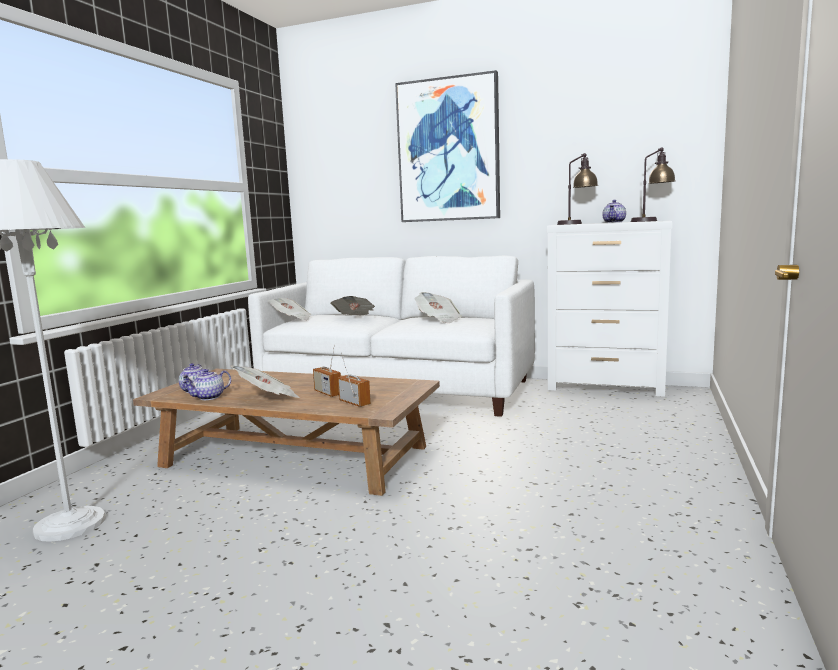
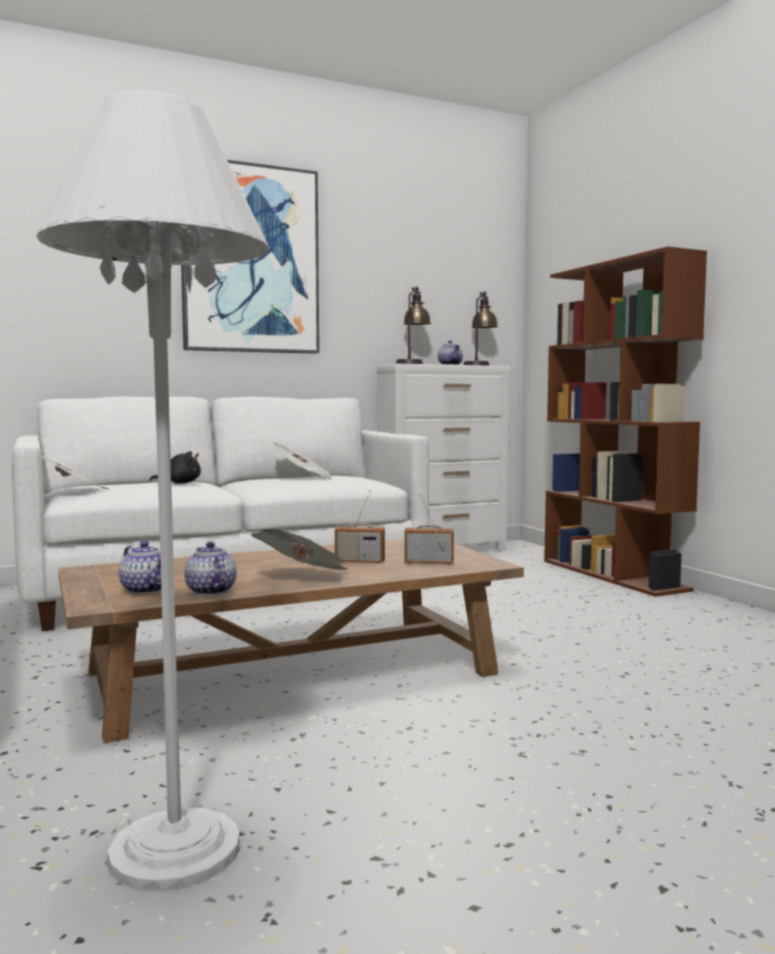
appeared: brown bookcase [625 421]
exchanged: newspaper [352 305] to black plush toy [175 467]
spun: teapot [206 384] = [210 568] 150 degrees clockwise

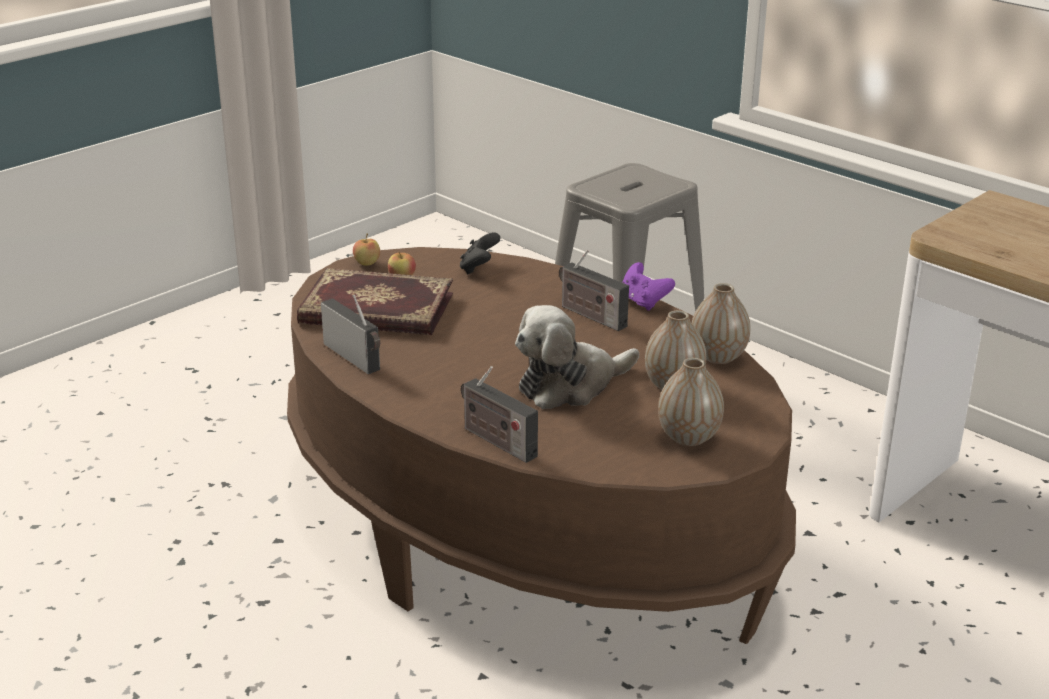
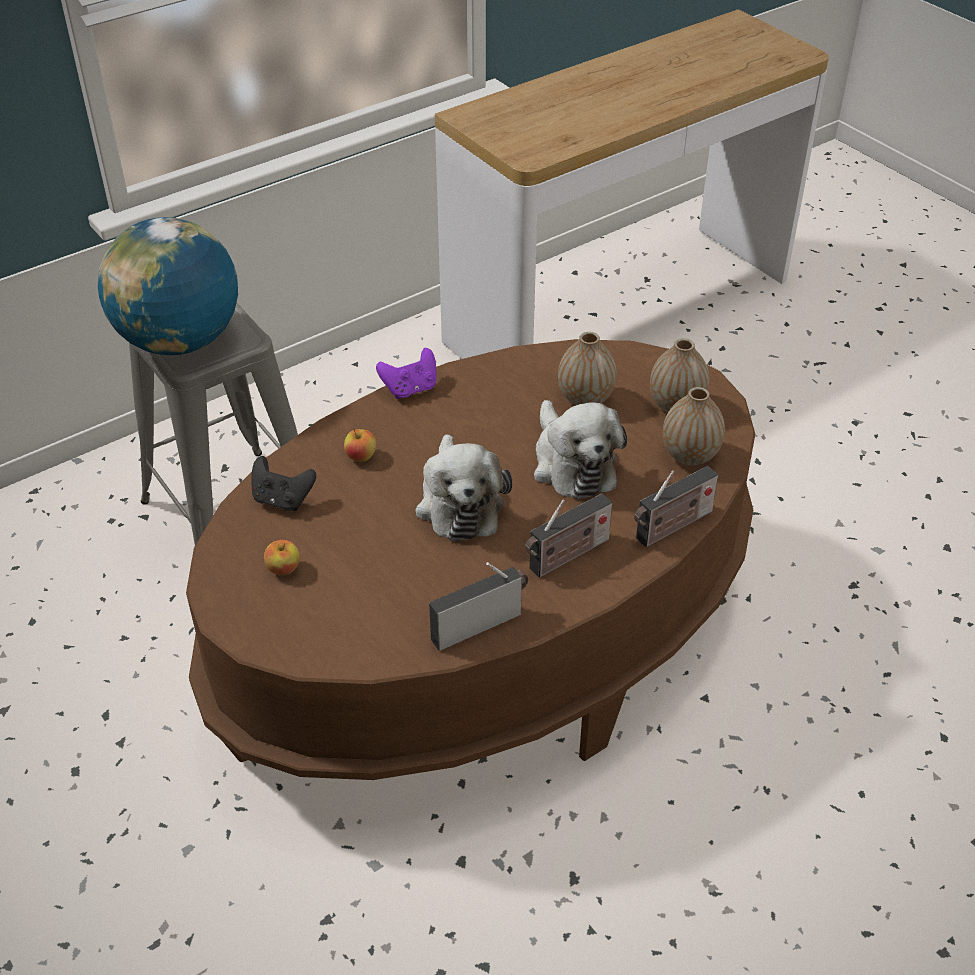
missing: book [375 301]
appeared: globe [168 286]; plush toy [463 487]
relocated: apple [366 250] to [360 445]; radio [594 290] to [568 535]; vase [721 323] to [694 426]

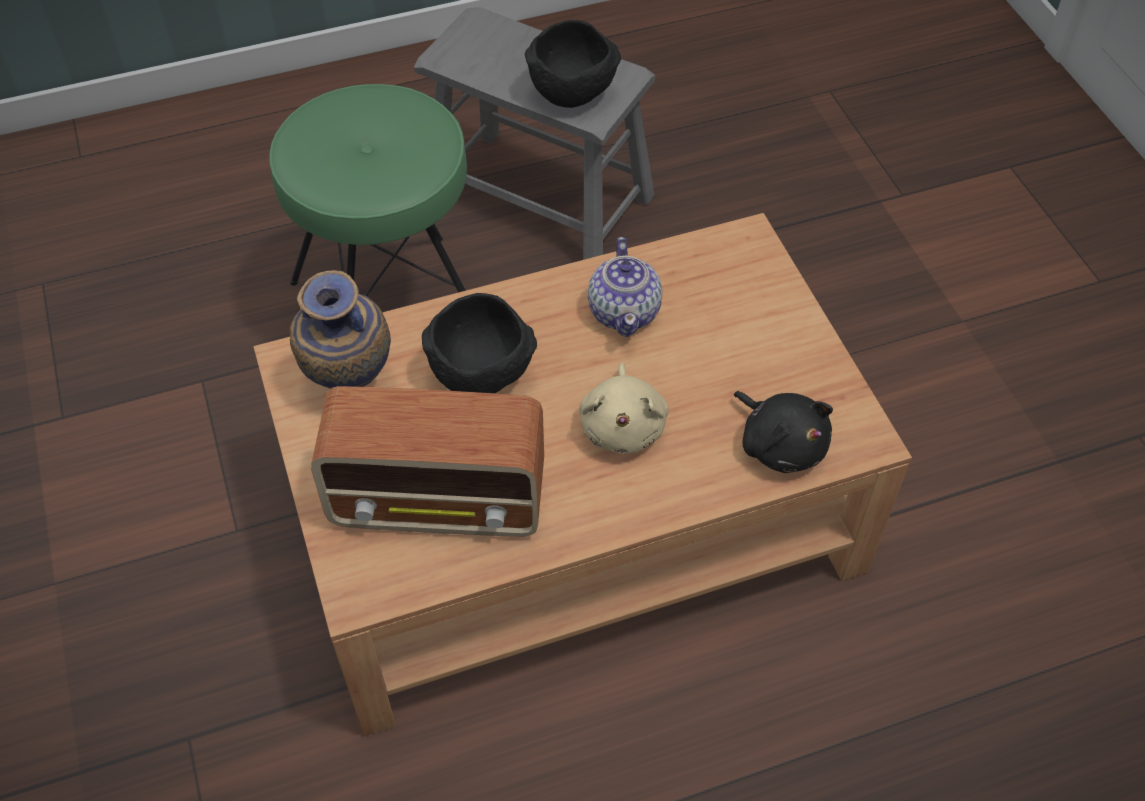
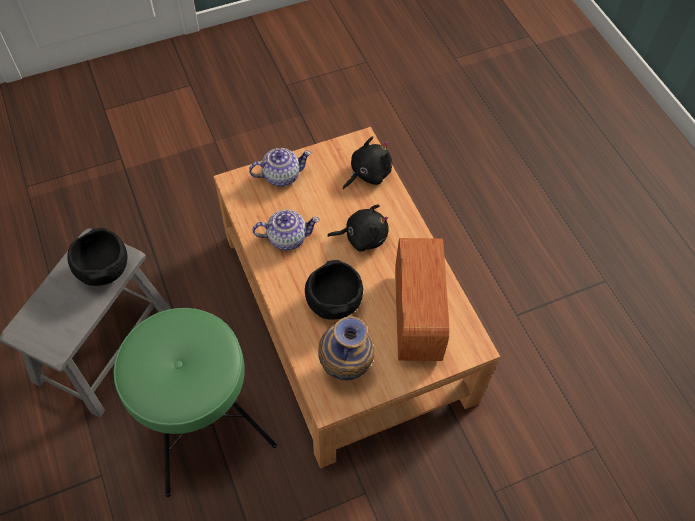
appeared: teapot [280 167]
colour: beige plush toy [624 408] to black plush toy [358 228]

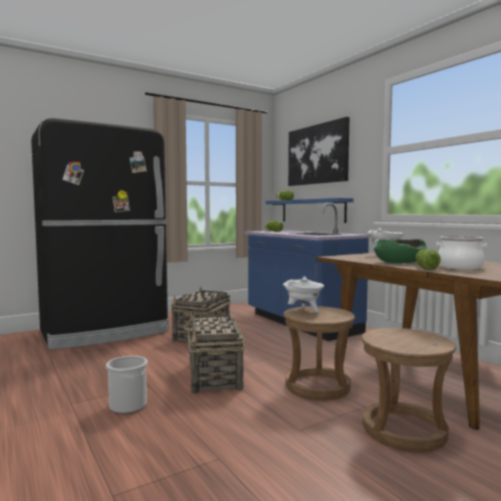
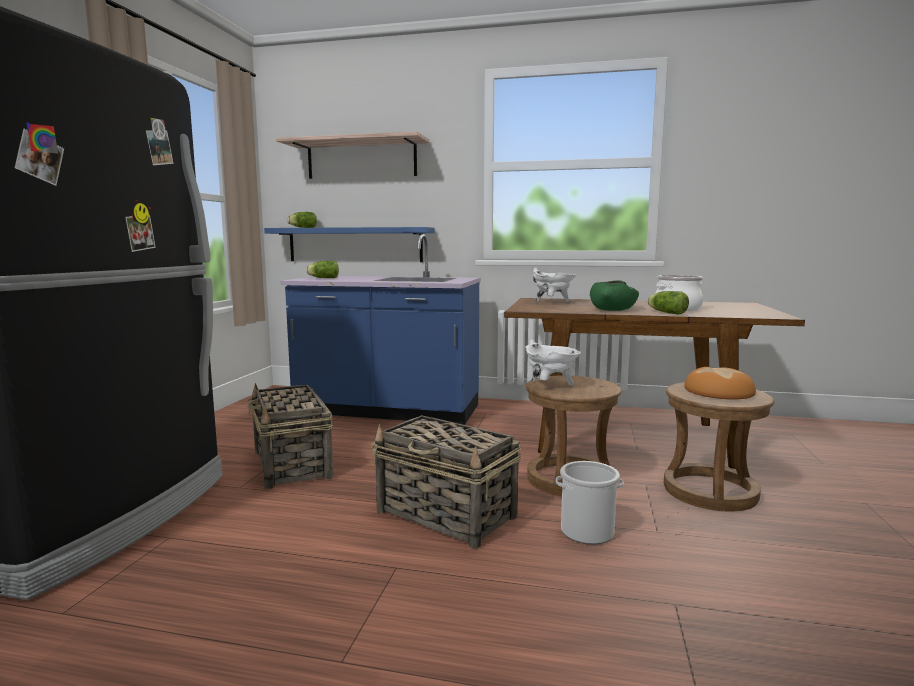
appeared: bread [720 383]
relocated: bucket [127 385] to [590 503]
exchanged: picture [318 151] to shelf [352 155]

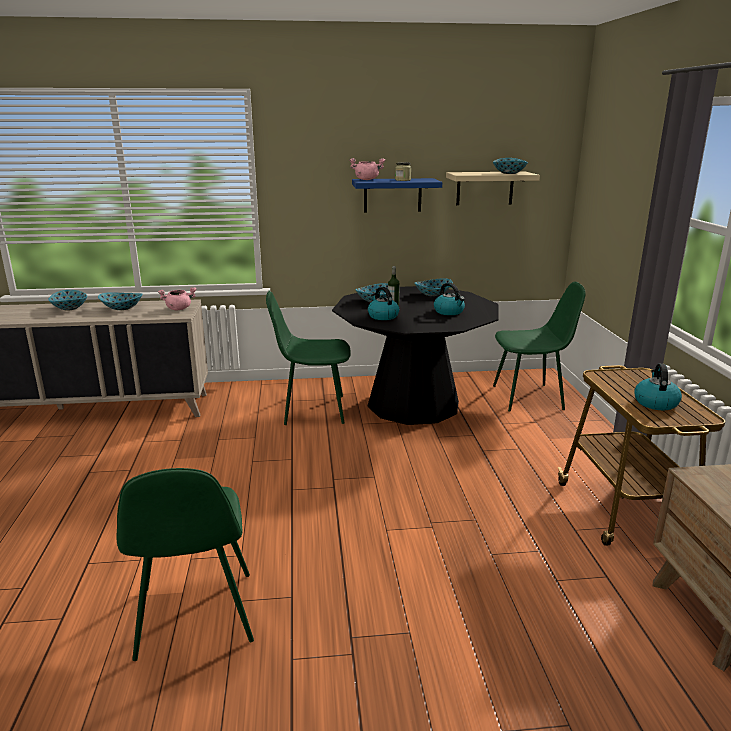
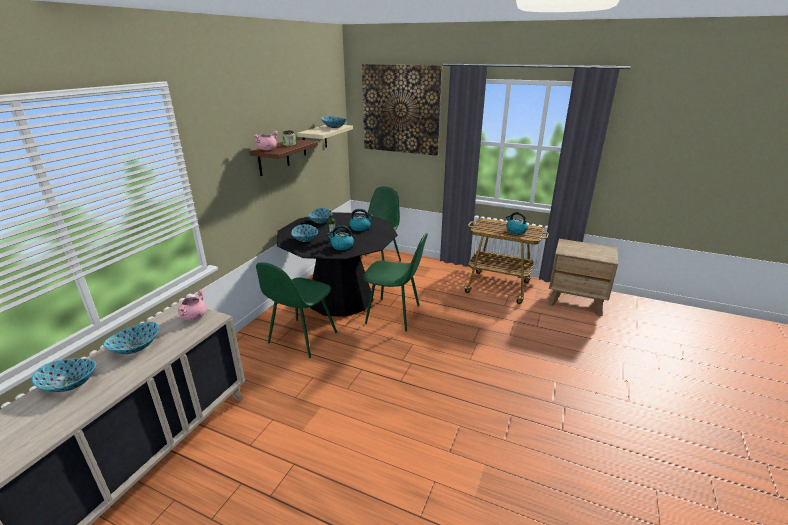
appeared: picture [402 110]
relocated: green chair [185 564] to [395 282]
colour: blue shelf [397 195] to brown shelf [284 157]

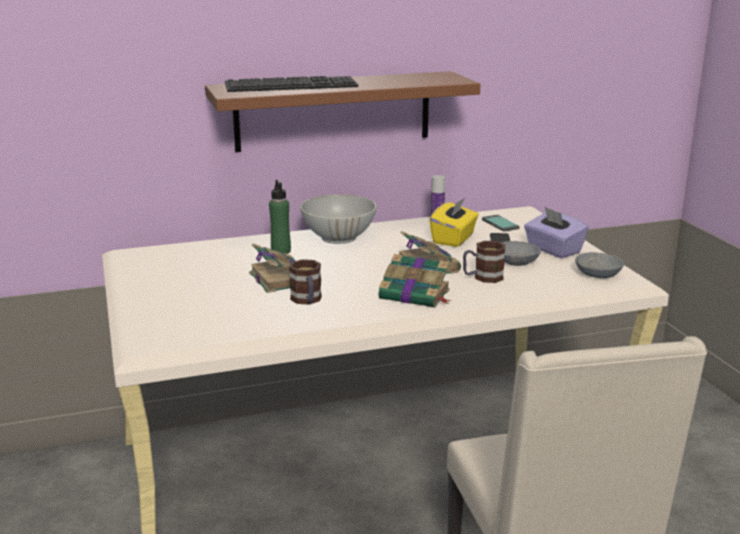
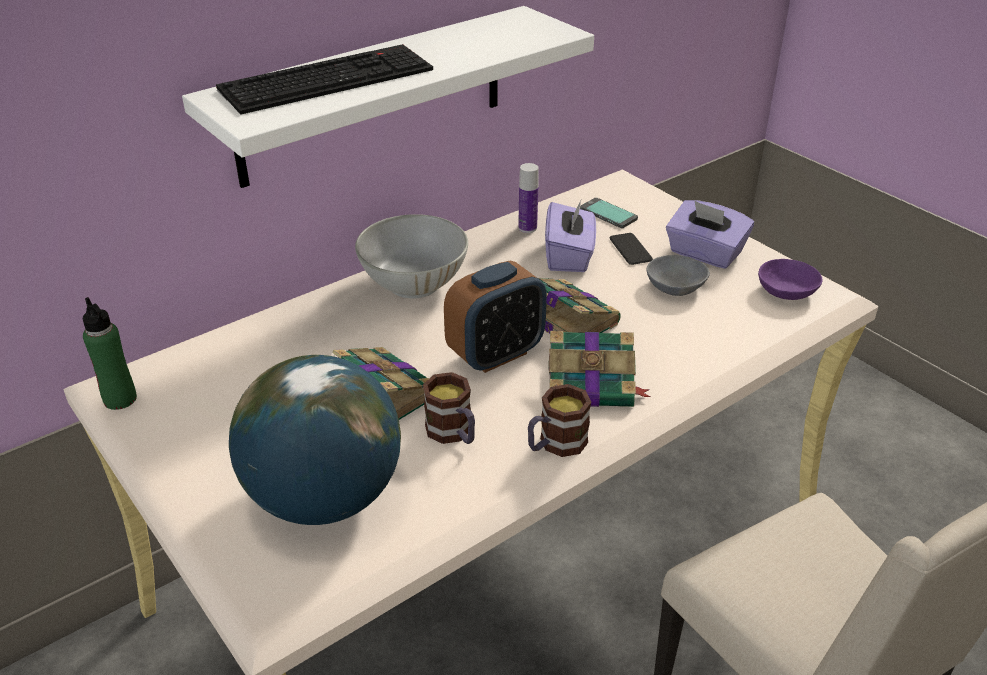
appeared: alarm clock [495 317]; globe [315 440]
relocated: green bottle [280 217] to [110 353]; mug [484 262] to [559 420]
colour: brown shelf [343 111] to white shelf [388 97]; yellow tissue box [454 222] to purple tissue box [570 236]; grey bowl [599 265] to purple bowl [790 279]

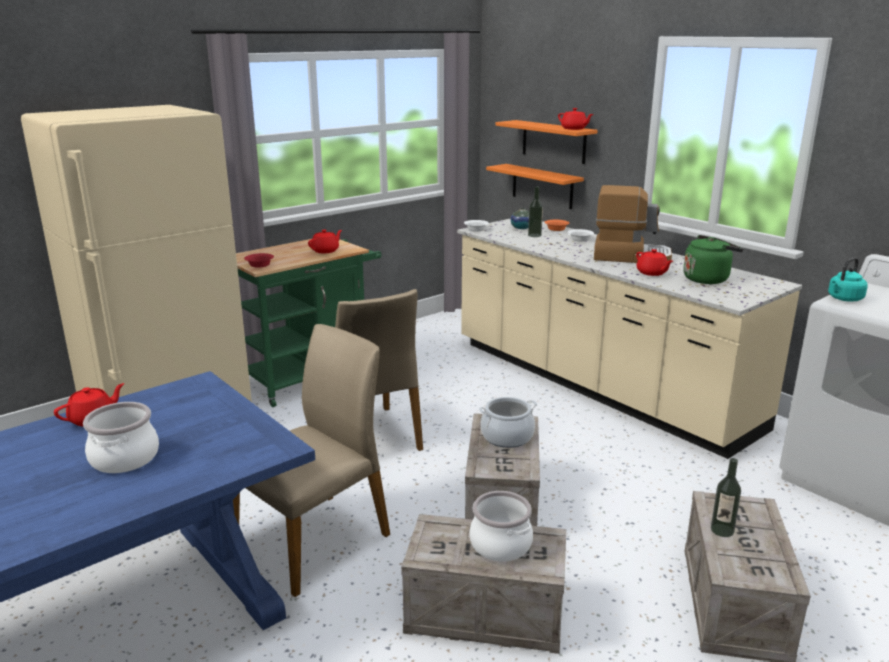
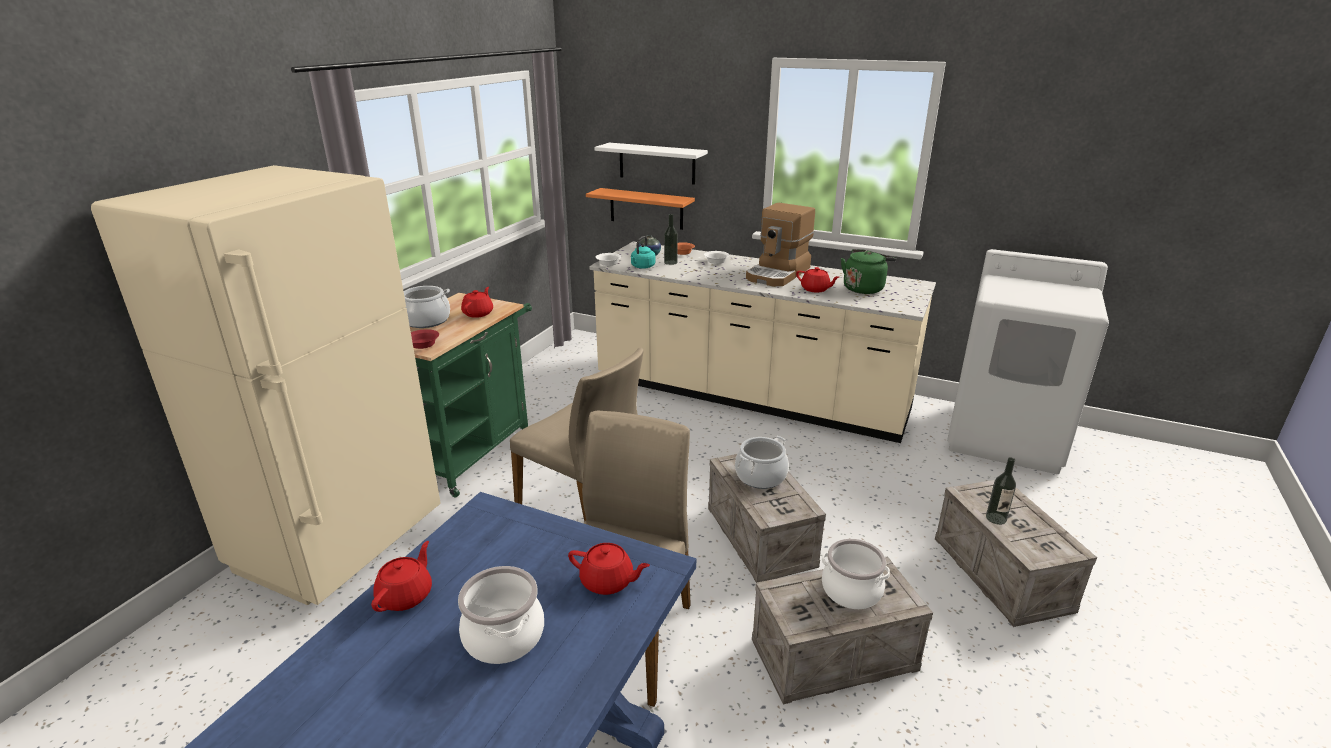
appeared: cooking pot [427 307]
relocated: red teapot [575 119] to [609 569]; turquoise kettle [848 279] to [643 252]
colour: orange shelf [547 142] to white shelf [651 164]
spun: coffee machine [633 224] = [780 244] 135 degrees clockwise

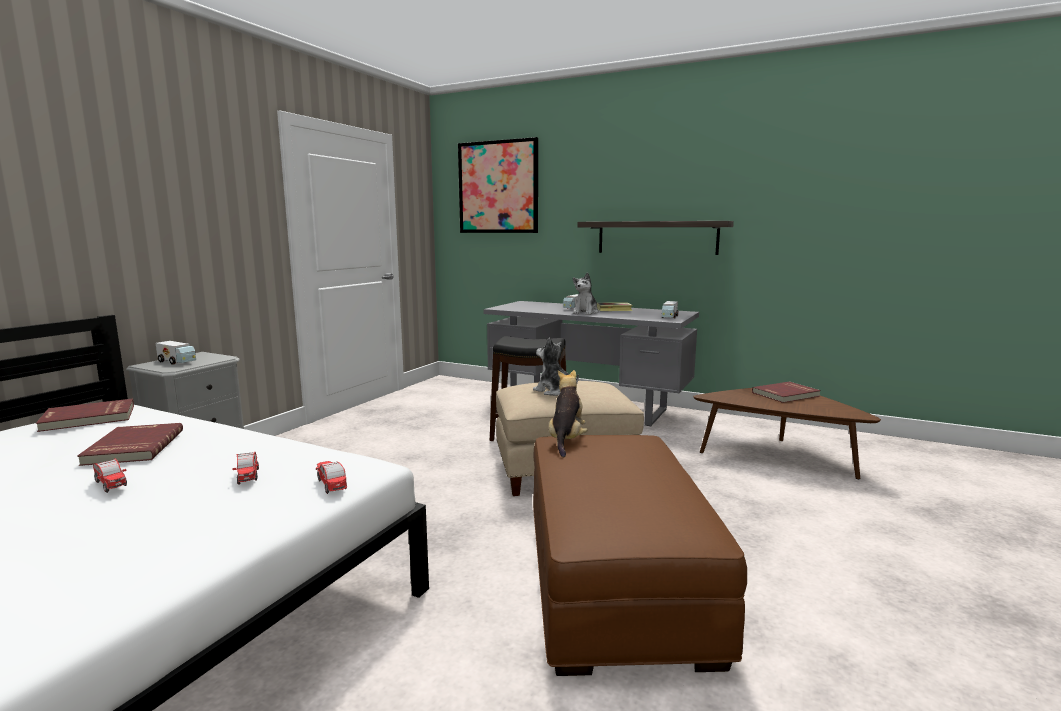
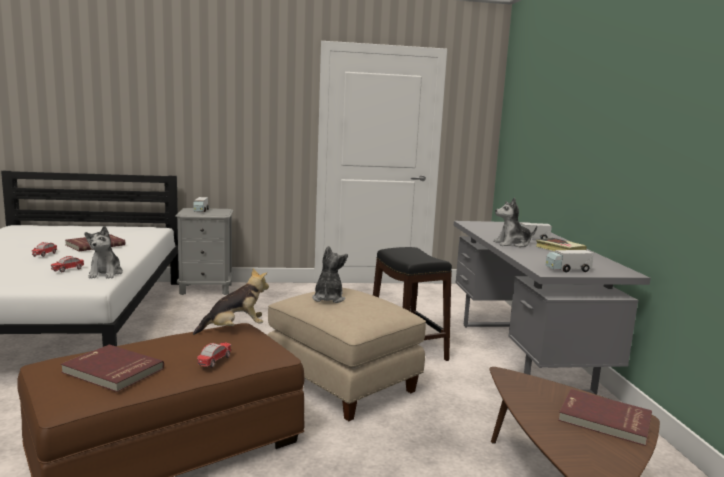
missing: picture [498 185]; shelf [656 238]
appeared: plush toy [104 252]
relocated: red book [85 415] to [112 368]; toy car [331 477] to [214 355]

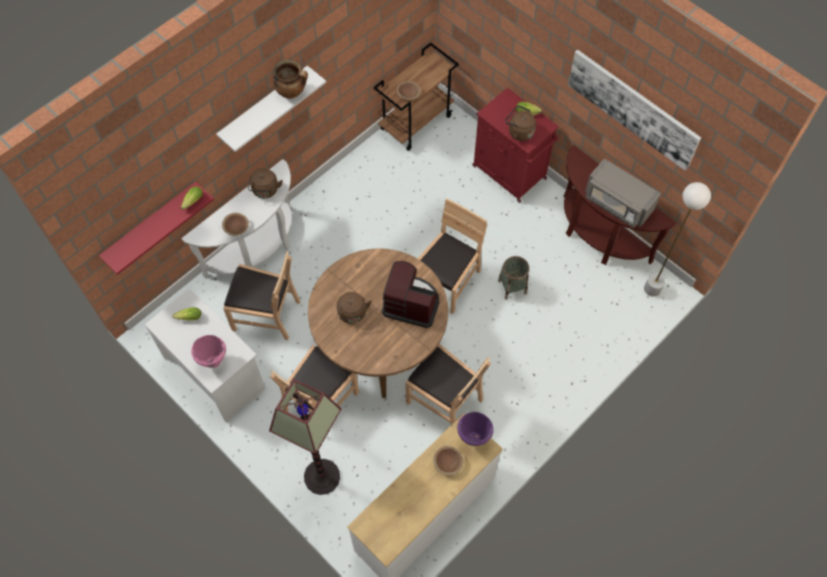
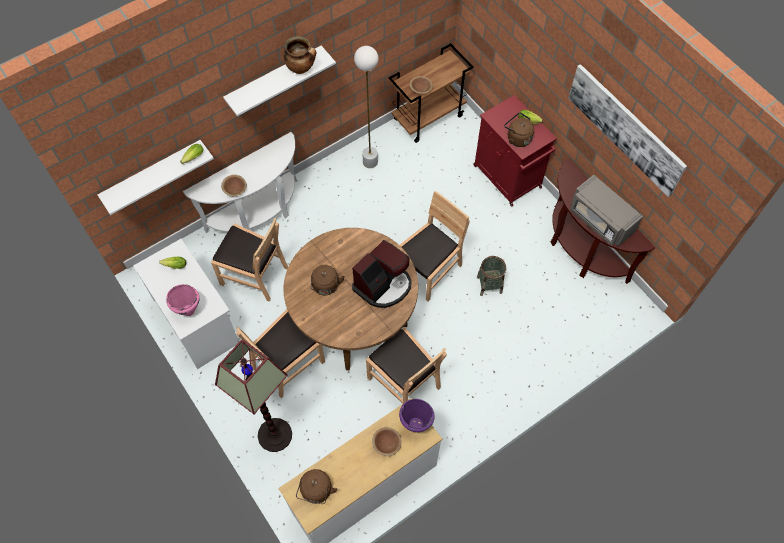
relocated: brown kettle [265 183] to [316 486]; white floor lamp [677 239] to [366 107]
colour: red shelf [156 228] to white shelf [156 177]
spun: coffee machine [410 294] = [382 274] 105 degrees clockwise

